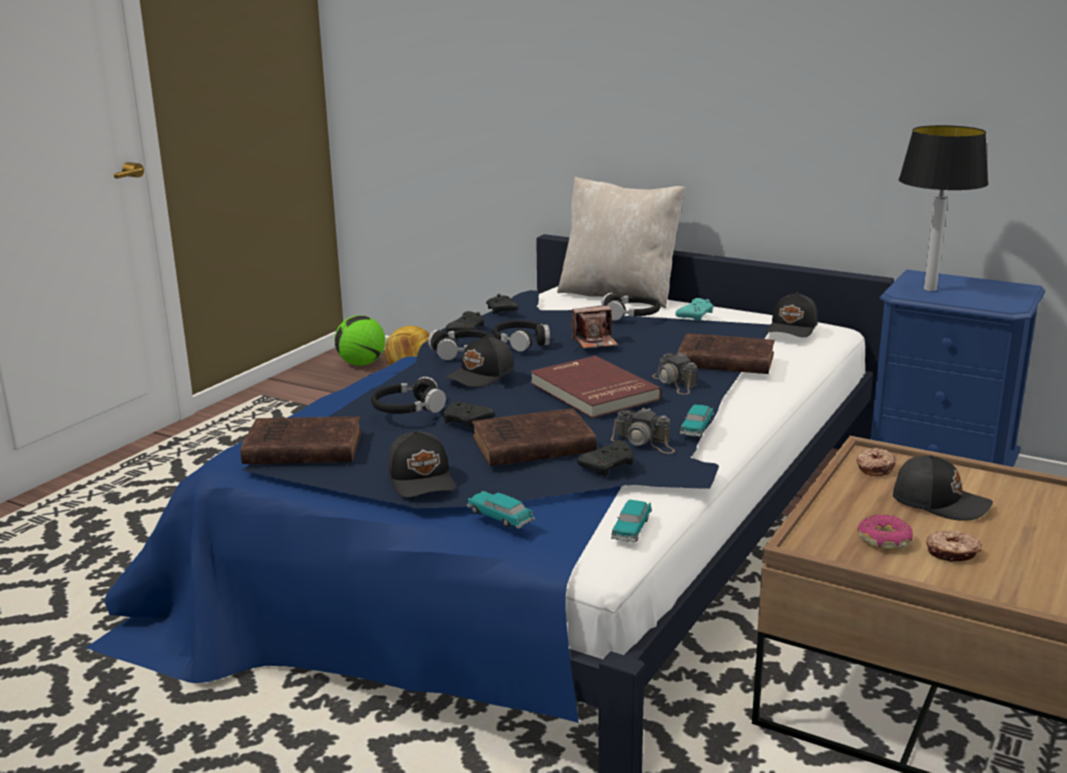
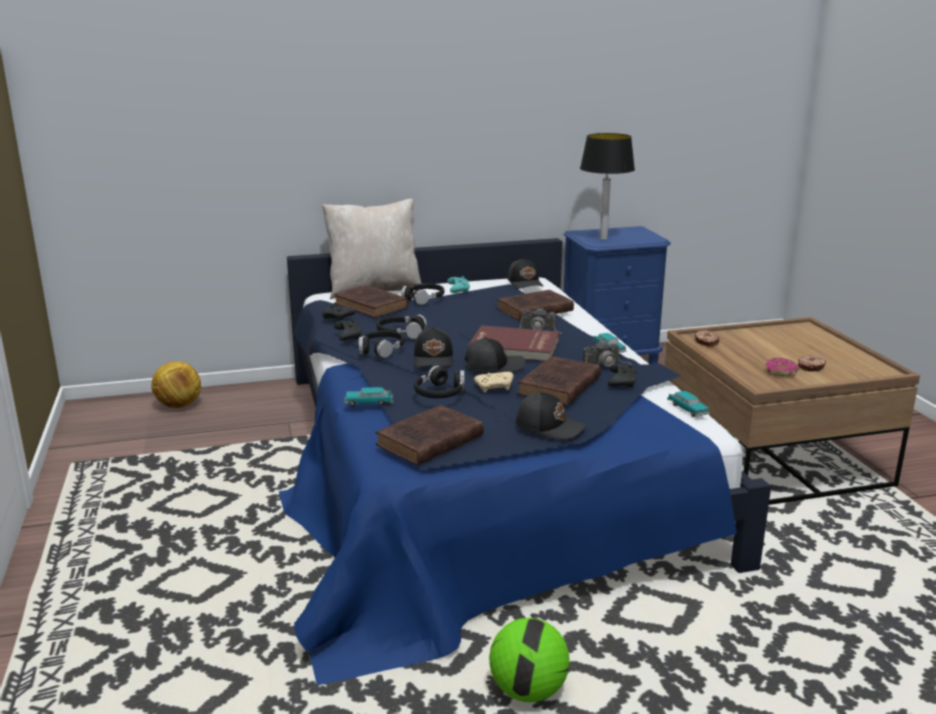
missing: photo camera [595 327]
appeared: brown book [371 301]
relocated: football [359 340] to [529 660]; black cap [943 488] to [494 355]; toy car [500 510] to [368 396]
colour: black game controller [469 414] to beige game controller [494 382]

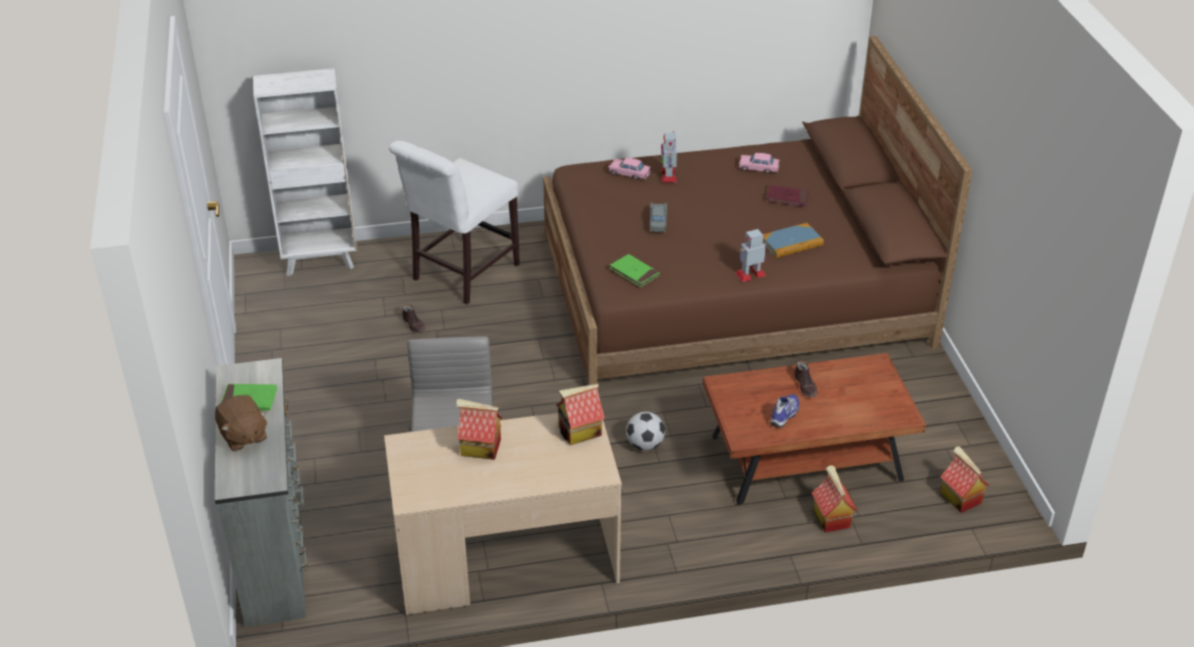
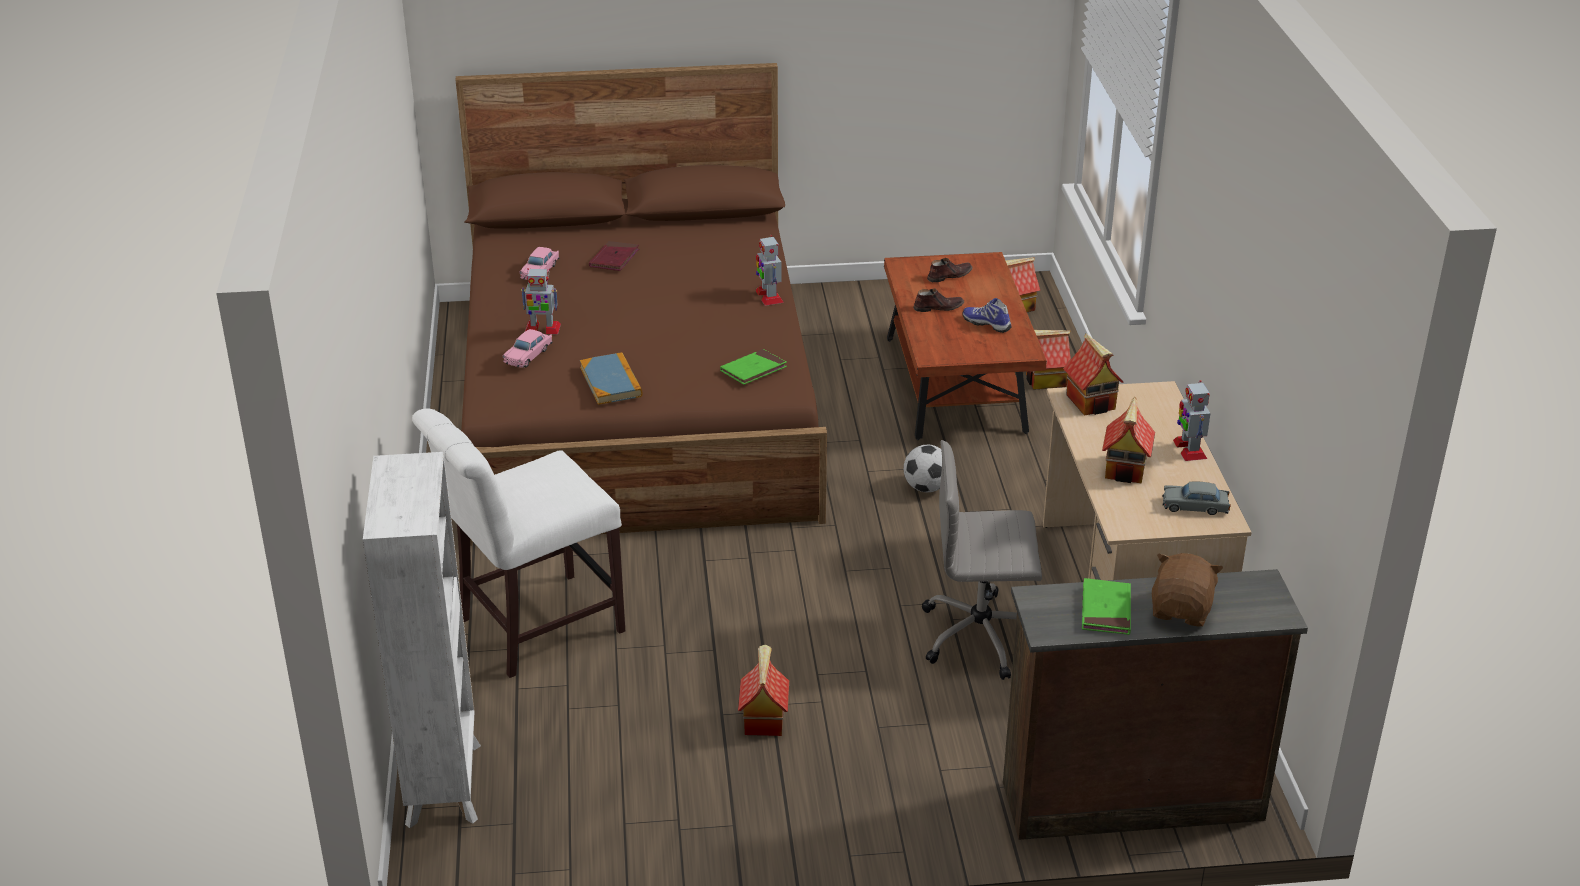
appeared: toy robot [1192 420]; toy house [763 690]
relocated: grey toy car [658 217] to [1196 498]; book [793 240] to [611 378]; brown shoe [413 318] to [950 270]
colour: grey dresser [261 492] to brown dresser [1155 704]
spun: white chair [454 223] = [518 543] 105 degrees clockwise; brown plush toy [241 423] = [1187 589] 45 degrees counterclockwise

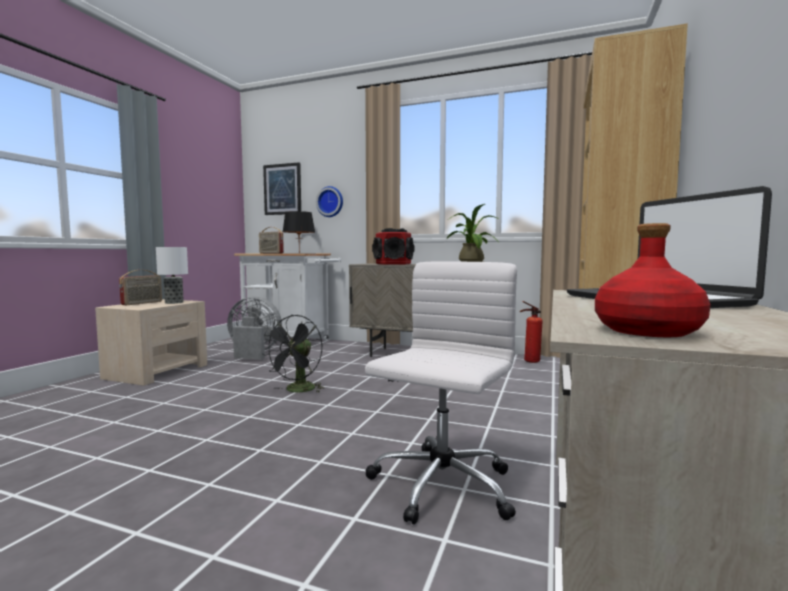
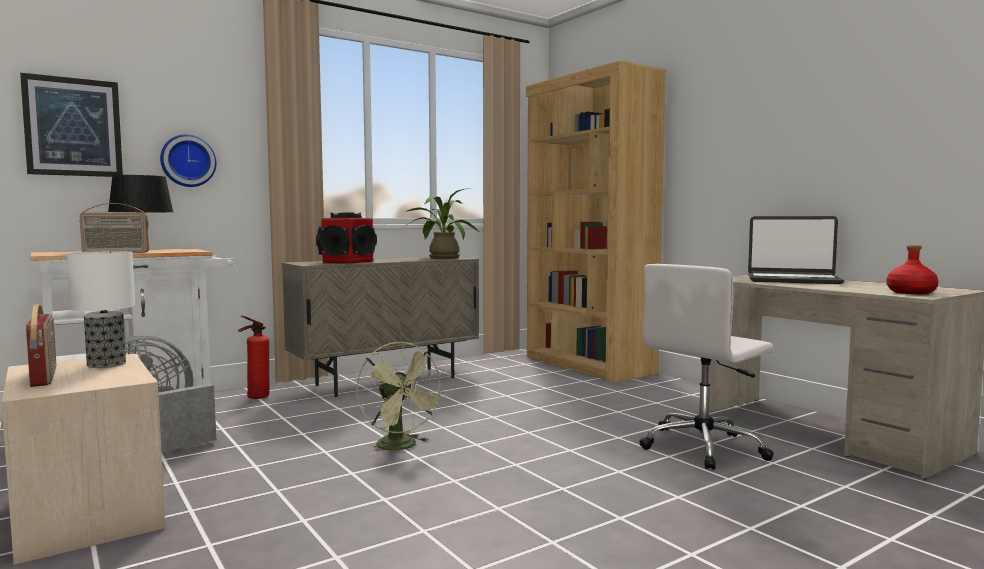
relocated: fire extinguisher [531 332] to [254 357]
colour: black fan [294 354] to green fan [400 398]
spun: white office chair [441 393] = [706 367] 105 degrees counterclockwise

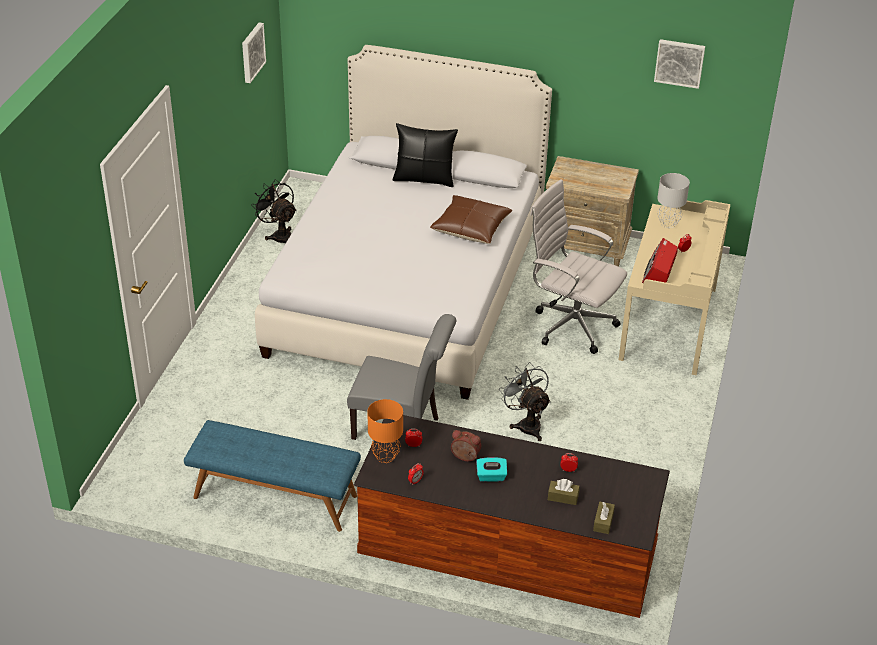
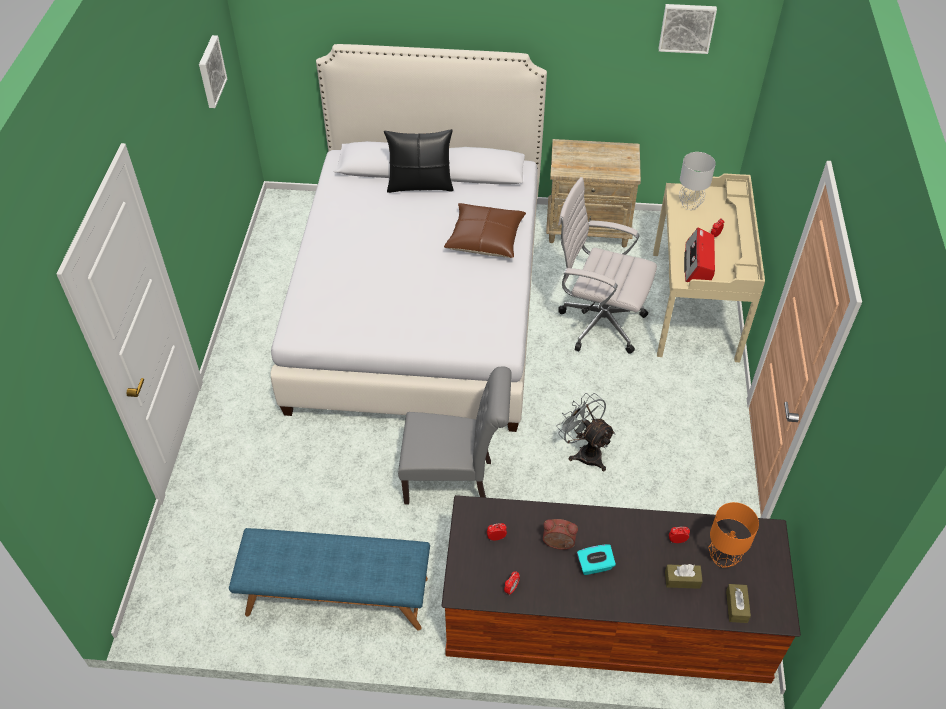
missing: black fan [274 211]
relocated: orange table lamp [385 431] to [733 535]

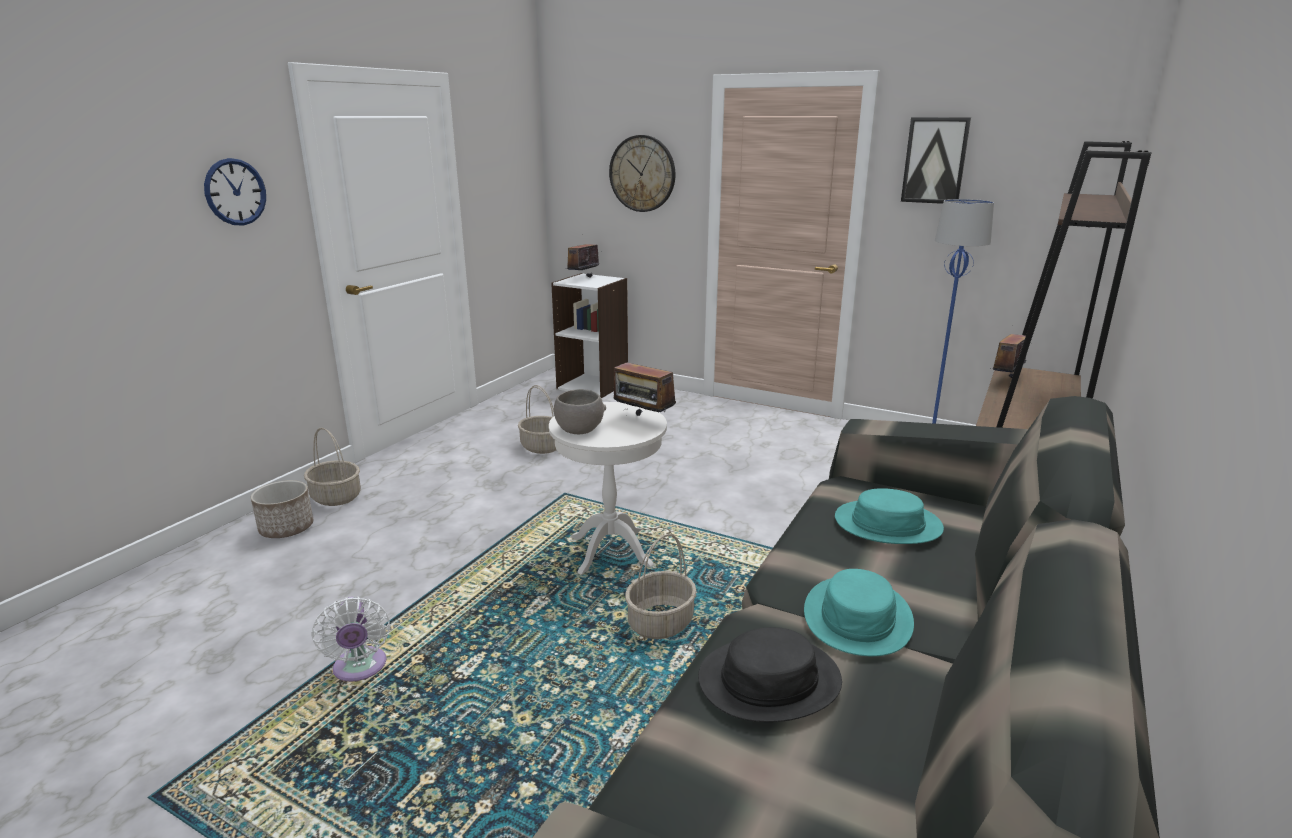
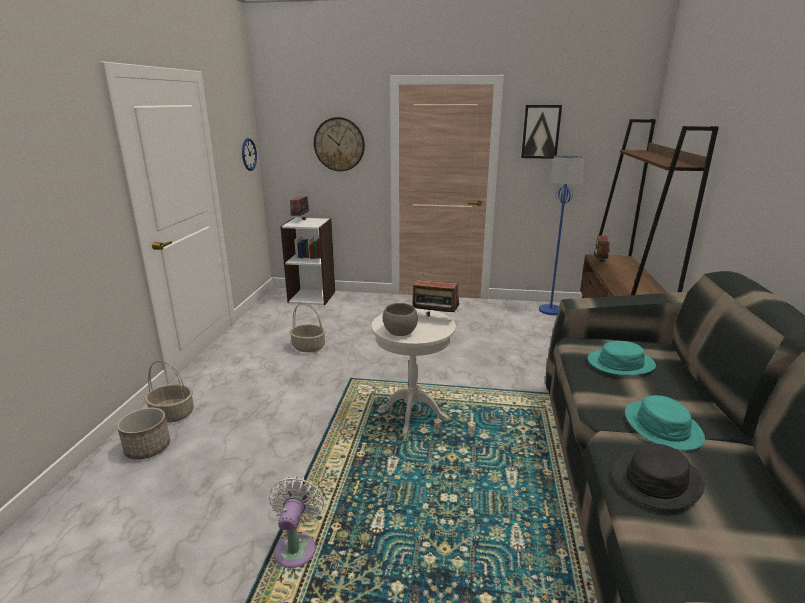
missing: basket [661 586]
relocated: wall clock [235 192] to [249 154]
spun: white fan [351 639] = [296 522] 135 degrees counterclockwise

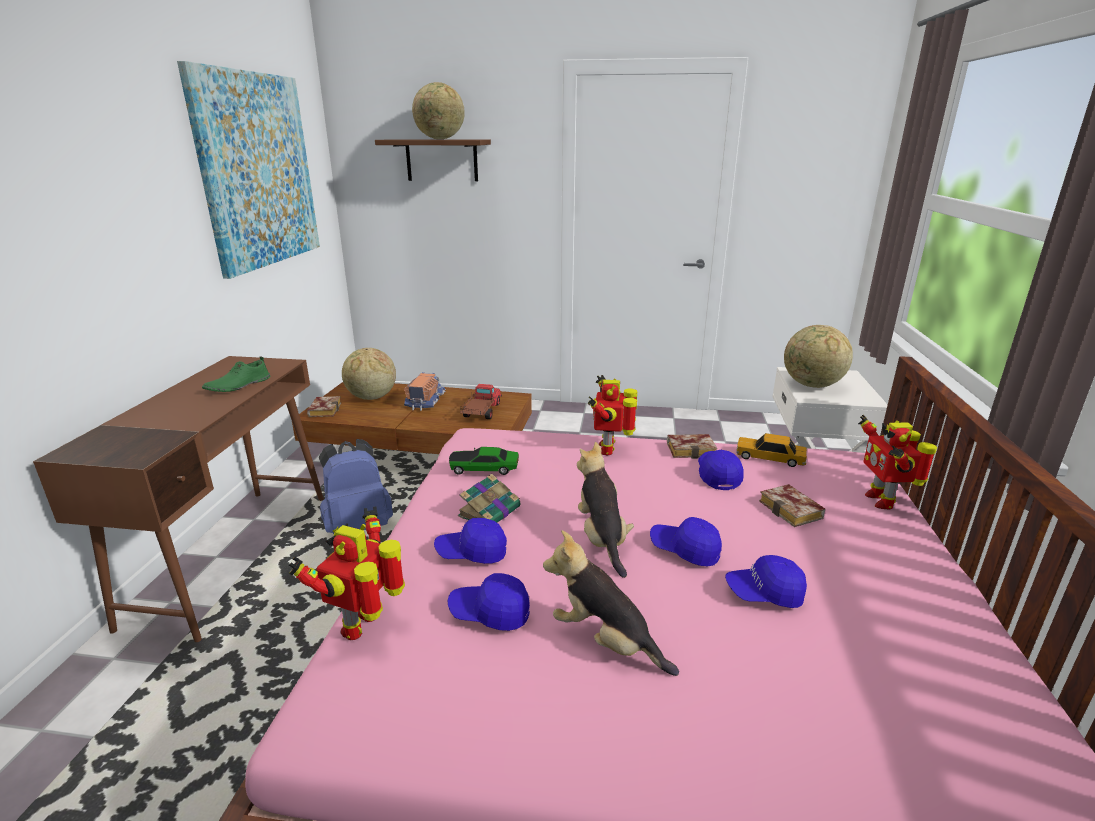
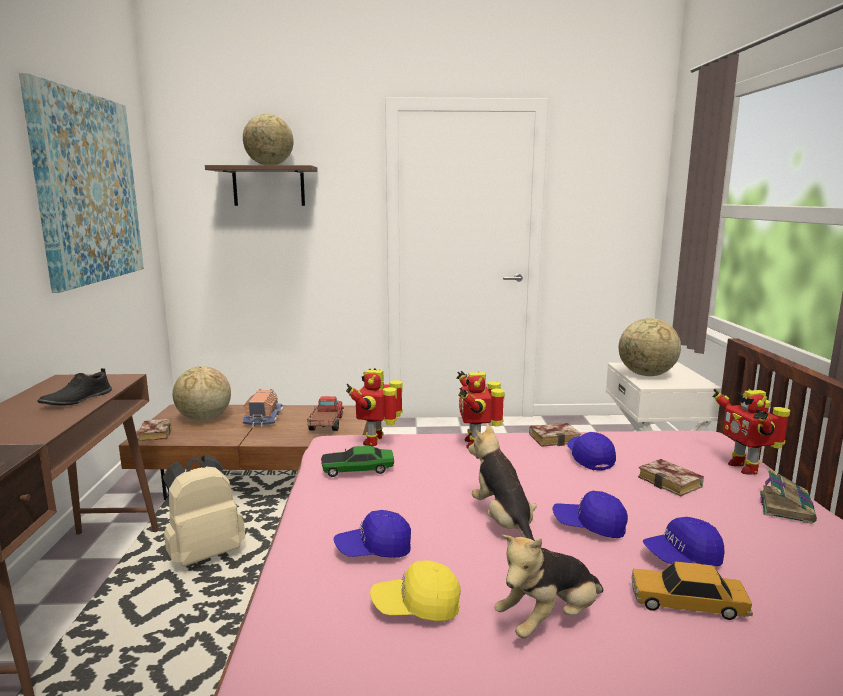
relocated: toy car [771 450] to [692 591]; book [489 498] to [788 496]; toy robot [347 573] to [374 407]
colour: green shoe [236 374] to black shoe [75 386]; blue backpack [356 486] to beige backpack [204 511]; blue cap [489 602] to yellow cap [415 590]
spun: plush toy [611 603] = [549 586] 60 degrees counterclockwise

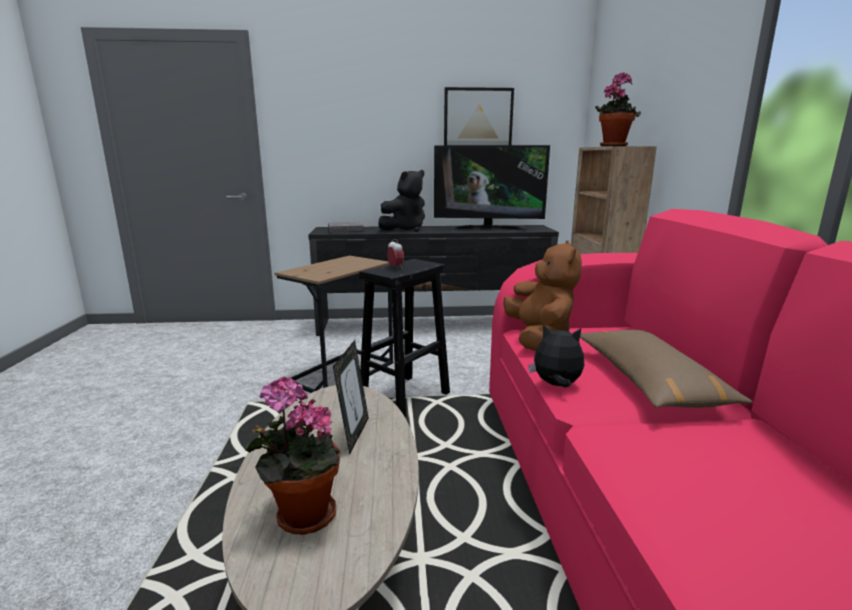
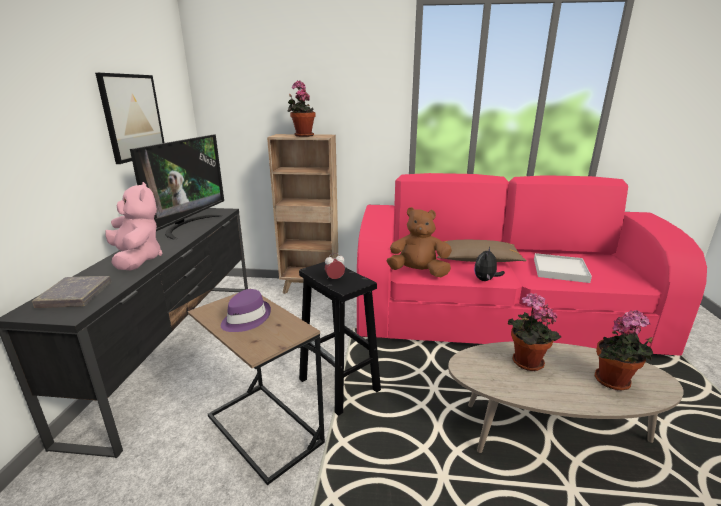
appeared: white tray [563 268]; purple hat [246 310]
exchanged: picture frame [351 397] to potted plant [534 332]
colour: black plush toy [402 201] to pink plush toy [133 226]

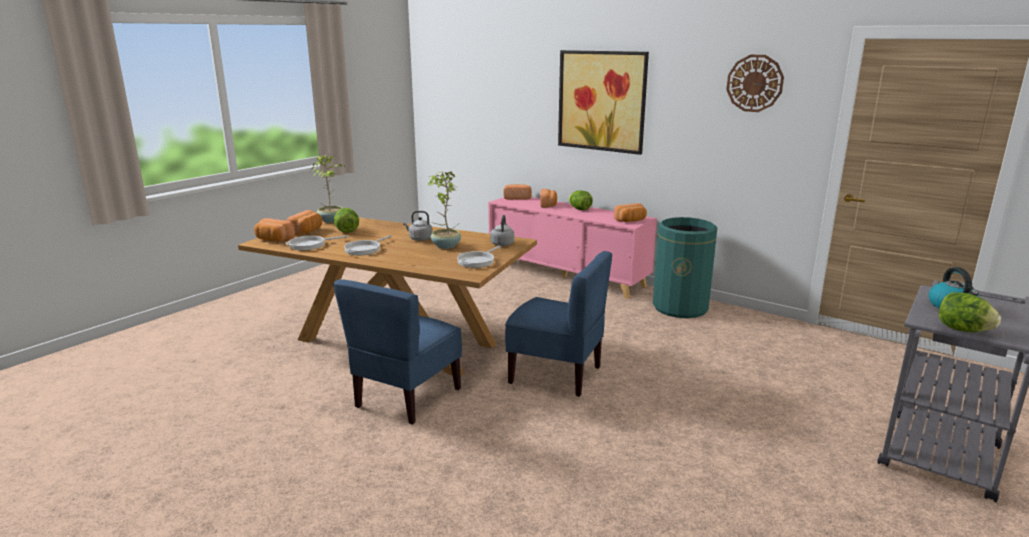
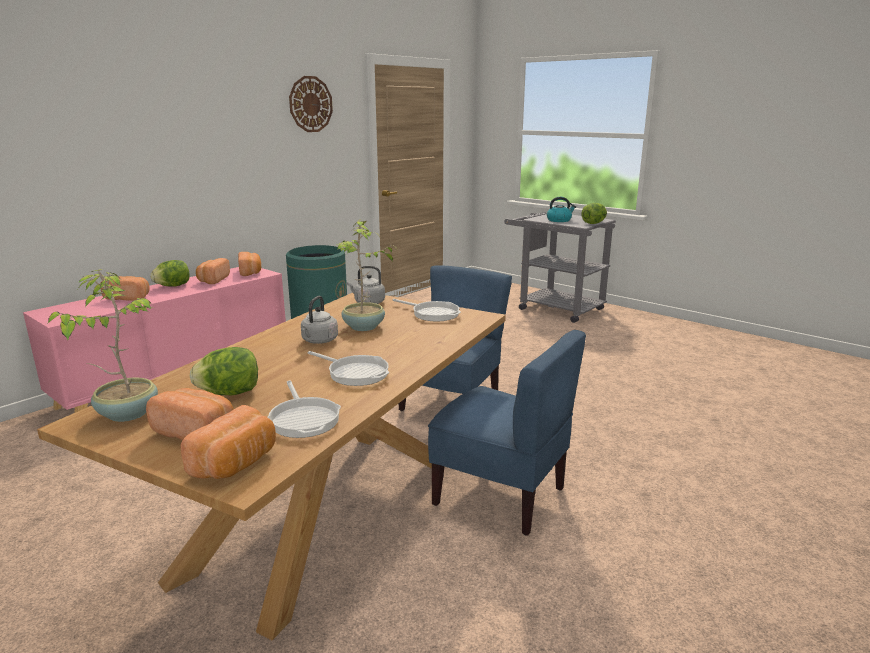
missing: picture [603 102]
relocated: bread [517 192] to [213 271]

